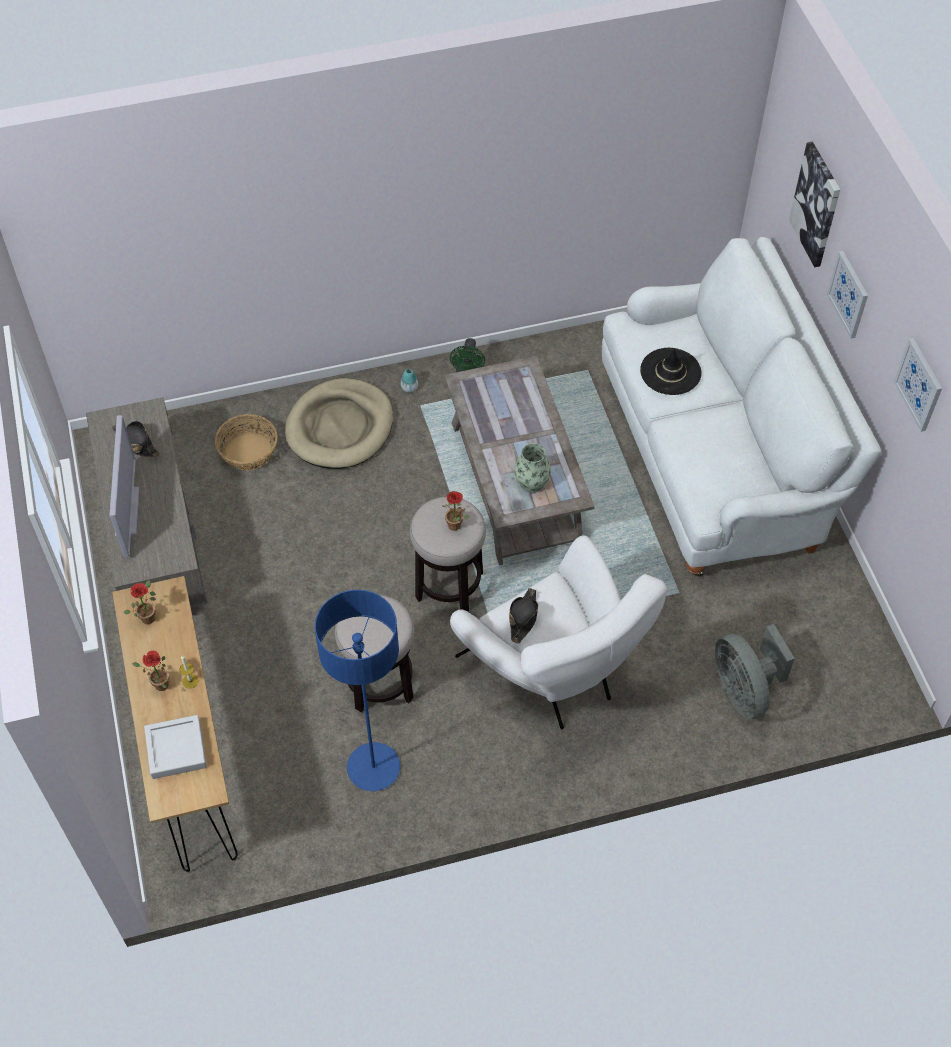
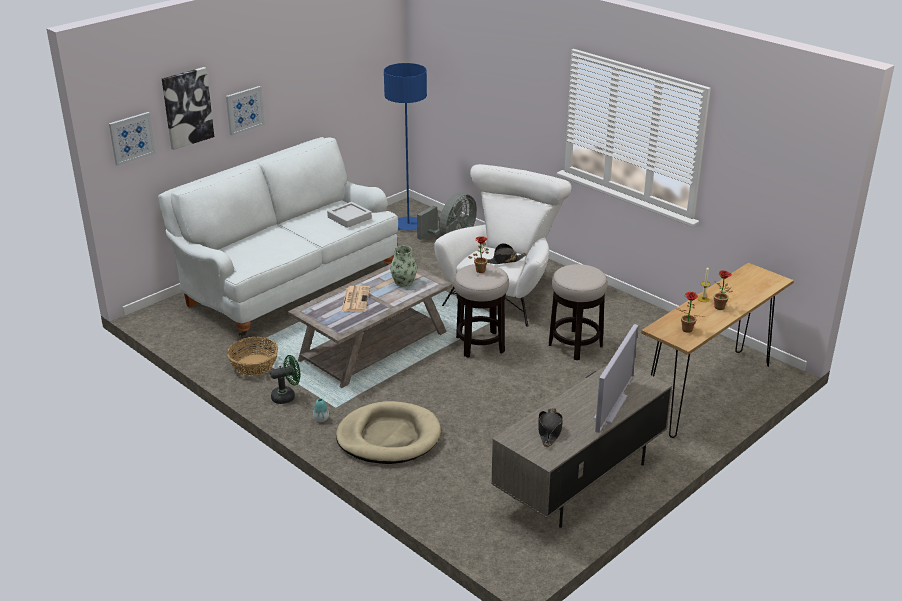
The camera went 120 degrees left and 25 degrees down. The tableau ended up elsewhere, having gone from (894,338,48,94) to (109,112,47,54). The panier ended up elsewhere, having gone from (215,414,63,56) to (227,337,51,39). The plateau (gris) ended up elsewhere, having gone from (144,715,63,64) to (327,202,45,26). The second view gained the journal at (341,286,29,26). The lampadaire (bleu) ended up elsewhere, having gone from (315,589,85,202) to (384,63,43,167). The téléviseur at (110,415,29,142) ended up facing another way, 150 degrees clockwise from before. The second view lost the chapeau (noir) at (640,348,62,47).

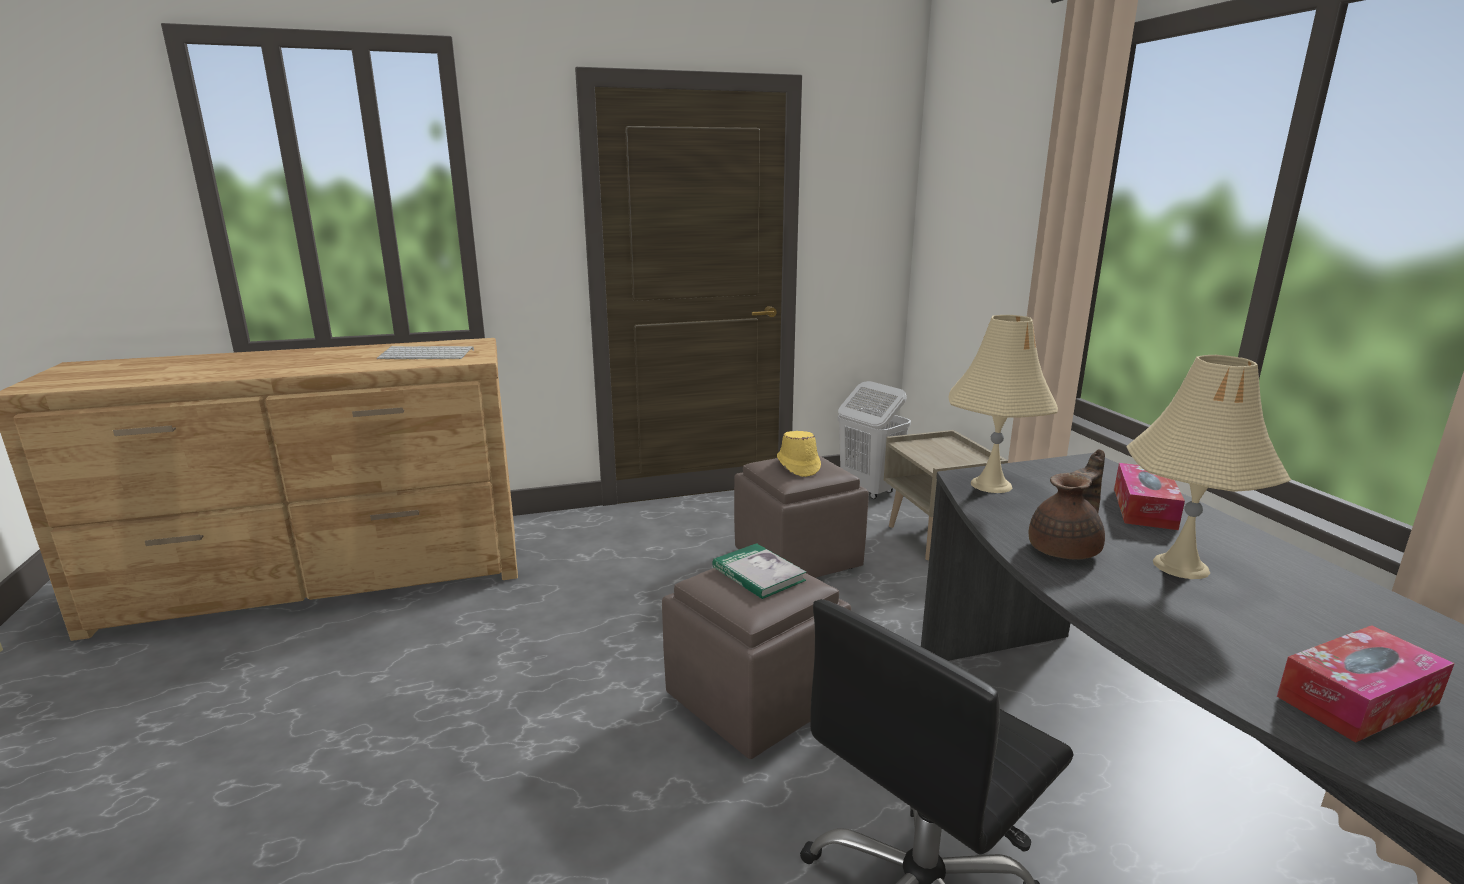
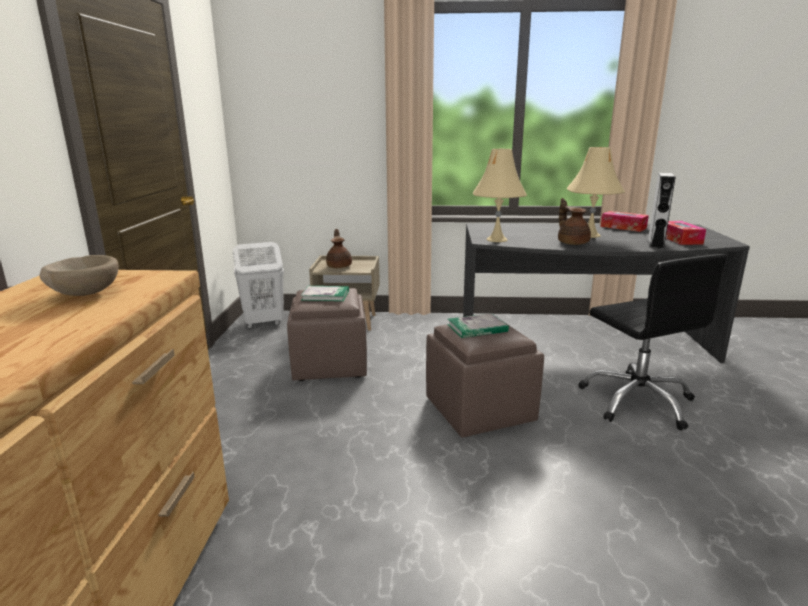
The camera went 70 degrees left and 0 degrees up. Where the clavier stood at (377,346,97,13), the bol (beige) came to stand at (39,255,80,41). Where the chapeau (jaune) stood at (777,431,44,46), the livre came to stand at (301,286,48,15). The second view gained the théière (marron) at (326,229,26,39). The boîte à mouchoirs ended up elsewhere, having gone from (1114,463,71,67) to (601,211,48,21). The second view gained the enceinte (gris) at (647,173,29,76).

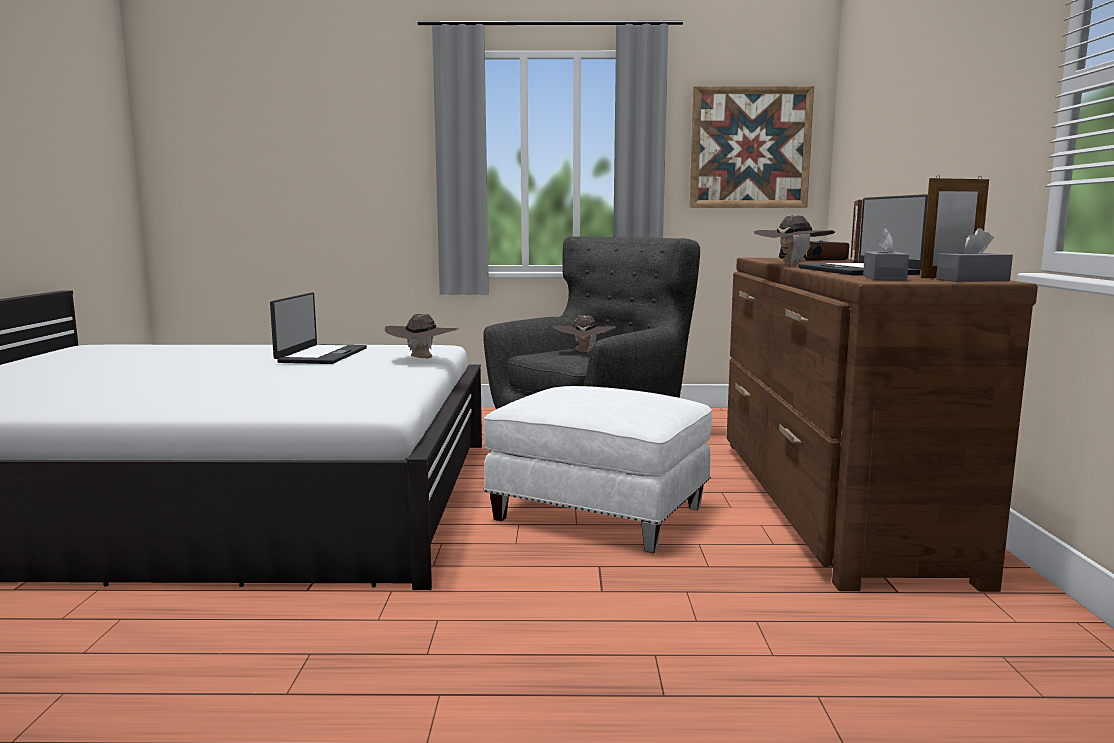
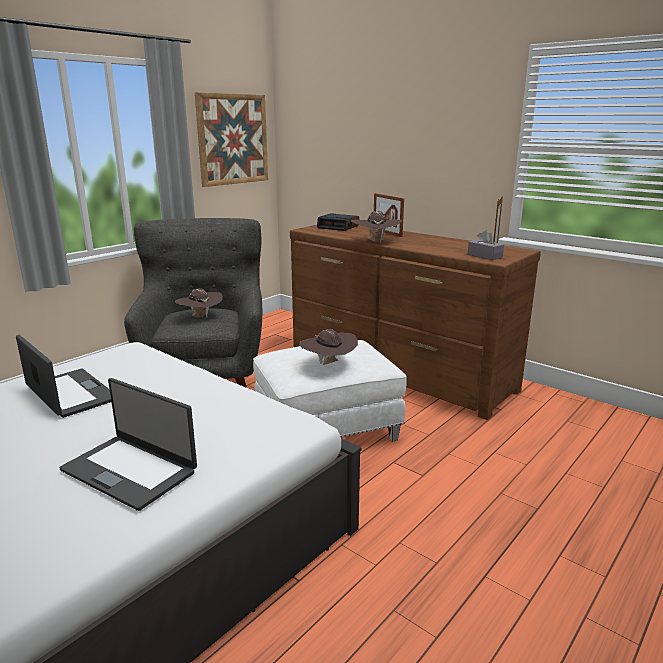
The camera went 50 degrees left and 10 degrees up. The ordinateur portable ended up elsewhere, having gone from (798,194,130,81) to (59,378,138,133). The chapeau (marron) ended up elsewhere, having gone from (385,314,75,44) to (299,329,59,36). The second view lost the boîte à mouchoirs (gris) at (936,228,77,54).

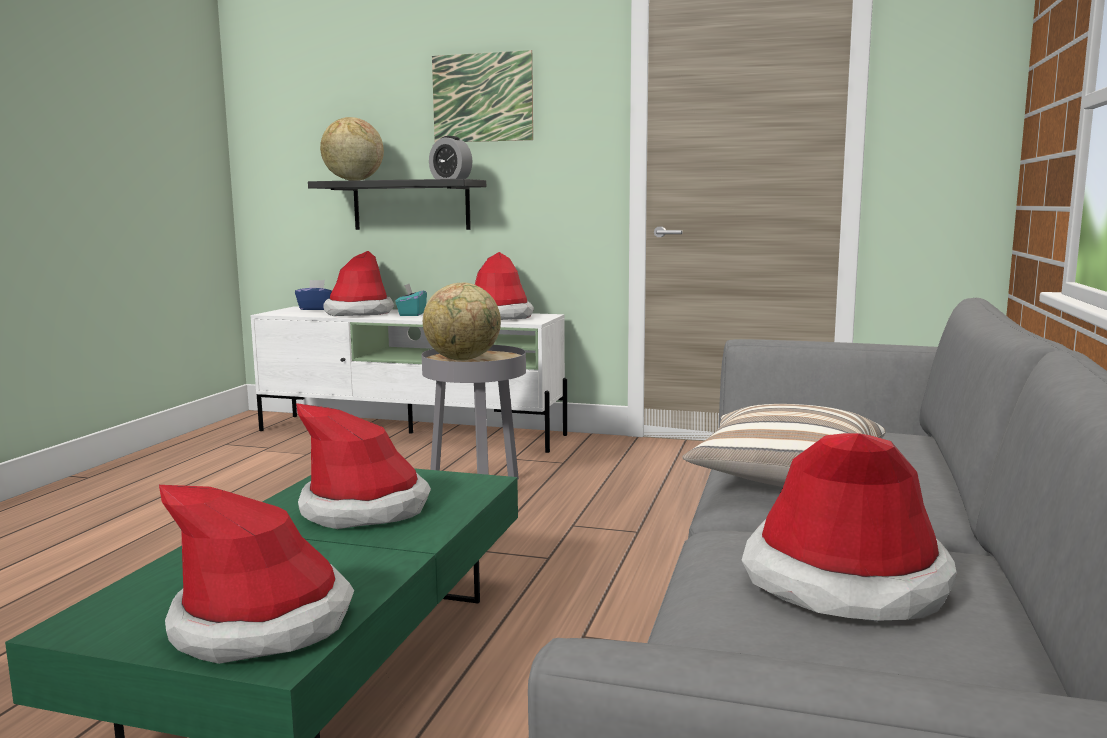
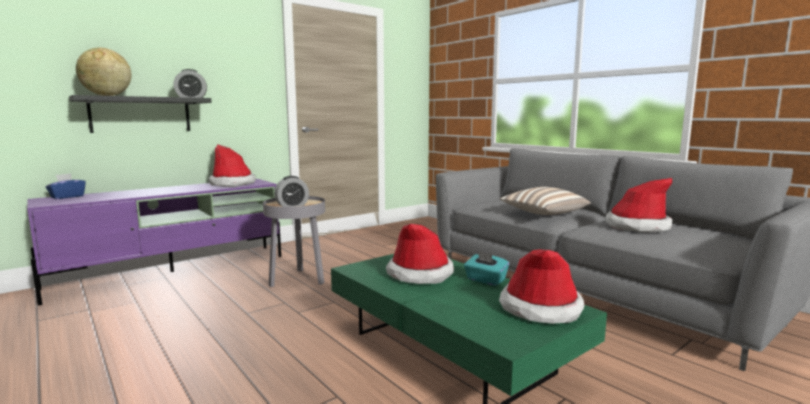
The camera went 55 degrees left and 0 degrees up. What was the meuble télé (blanc) at (251,306,316,147) turned into the meuble télé (violet) at (27,179,254,126). Where the globe stood at (423,283,78,78), the réveil came to stand at (274,176,35,31). The boîte à mouchoirs (turquoise) ended up elsewhere, having gone from (395,284,32,32) to (464,250,45,36). The second view lost the chapeau at (323,251,71,65). The second view lost the tableau at (432,50,101,92).

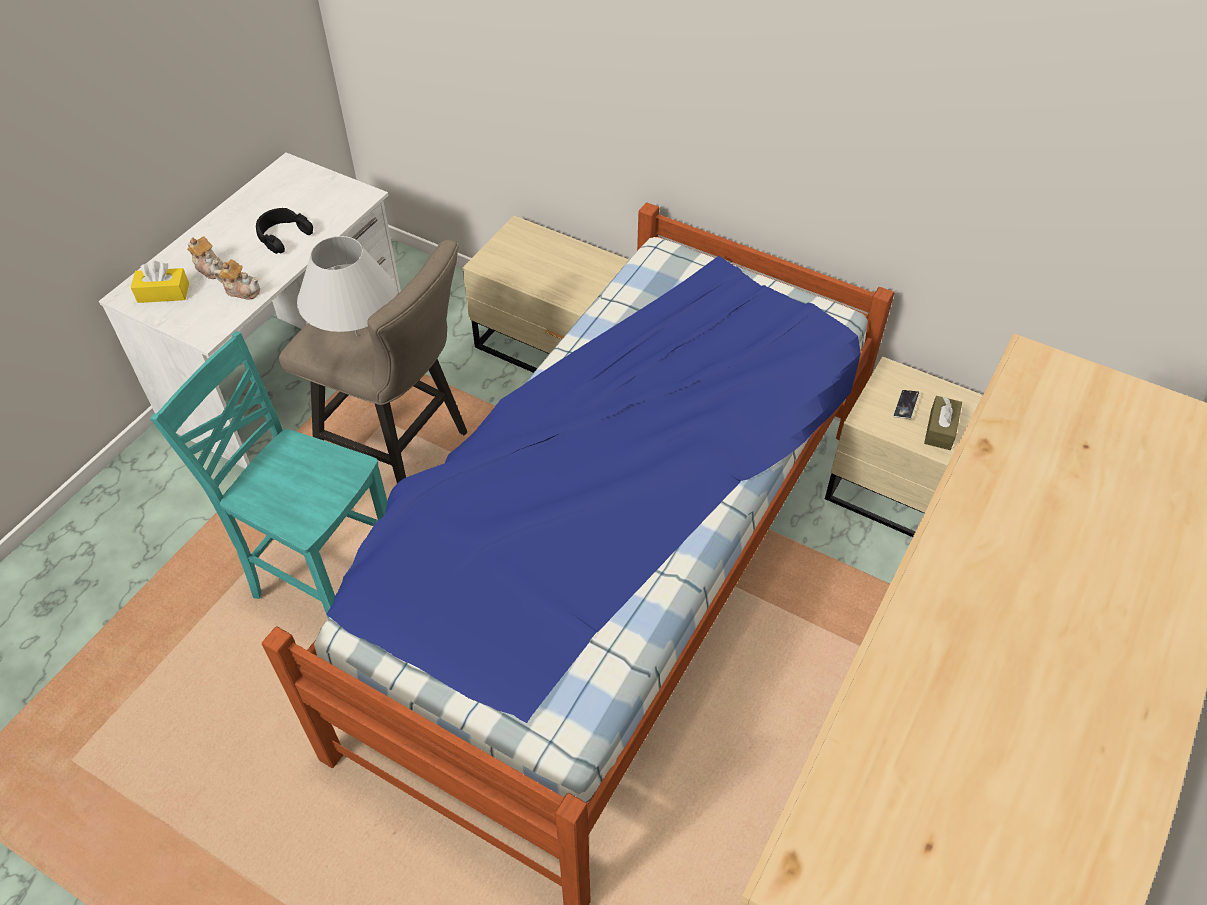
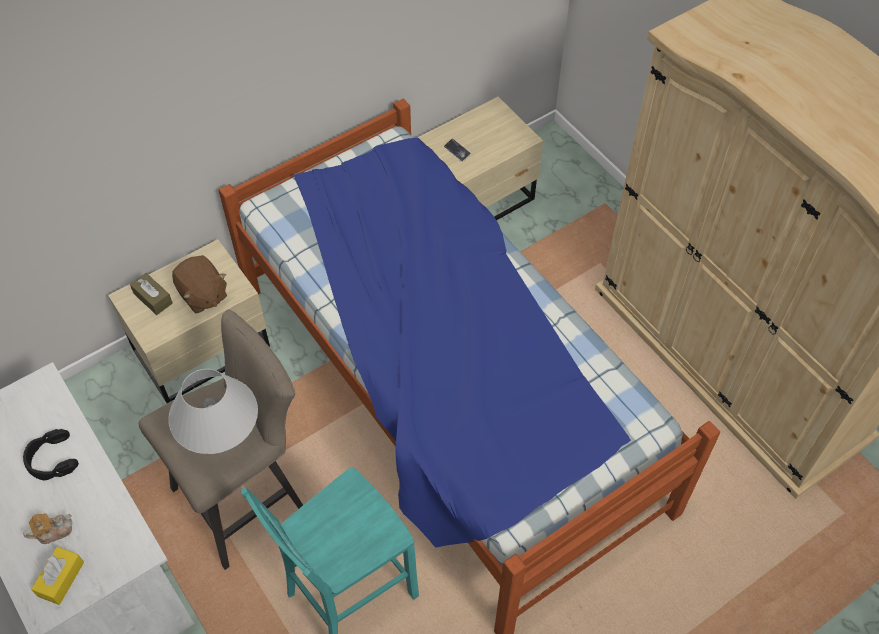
The camera went 65 degrees left and 5 degrees up. The boîte à mouchoirs (marron) ended up elsewhere, having gone from (924,396,38,54) to (130,273,43,42). The second view gained the peluche (marron) at (172,255,55,59). The second view lost the théière at (214,259,46,41).

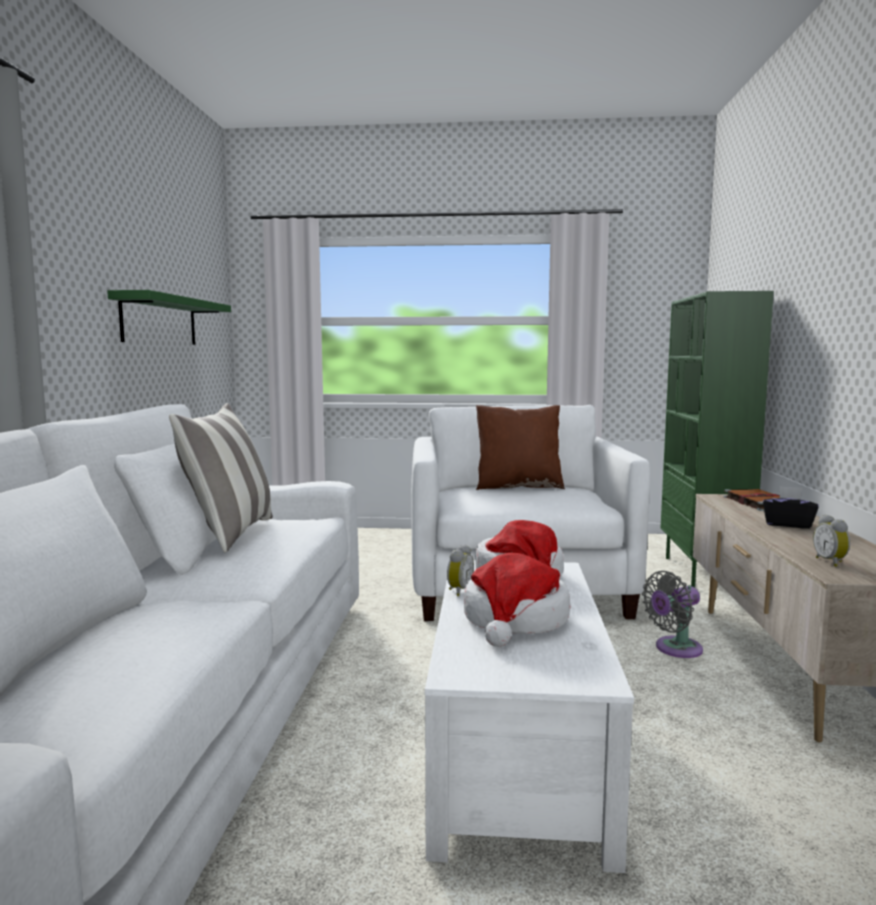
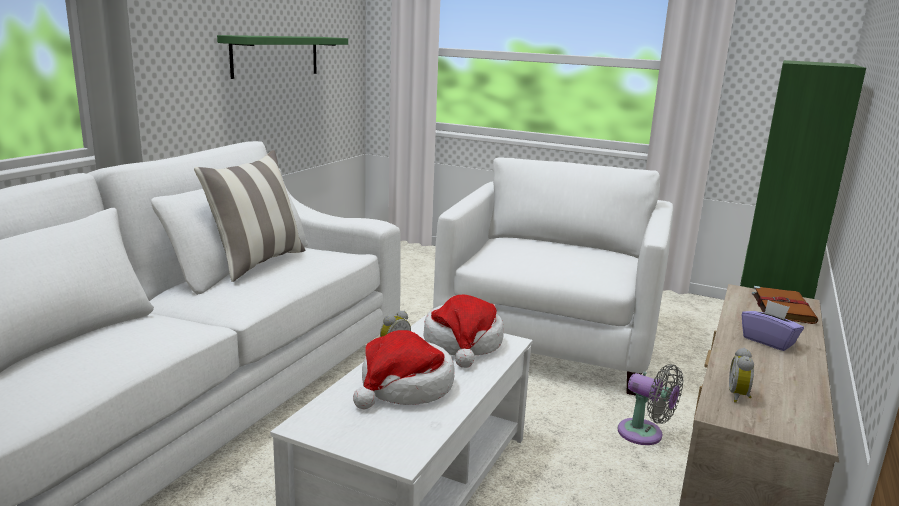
The camera went 20 degrees right and 10 degrees up. The ventilateur (gris) at (642,571,61,87) ended up facing another way, 135 degrees counterclockwise from before. What was the boîte à mouchoirs (noir) at (763,486,56,43) turned into the boîte à mouchoirs (violet) at (742,300,62,51). The second view lost the coussin (marron) at (476,405,89,85).

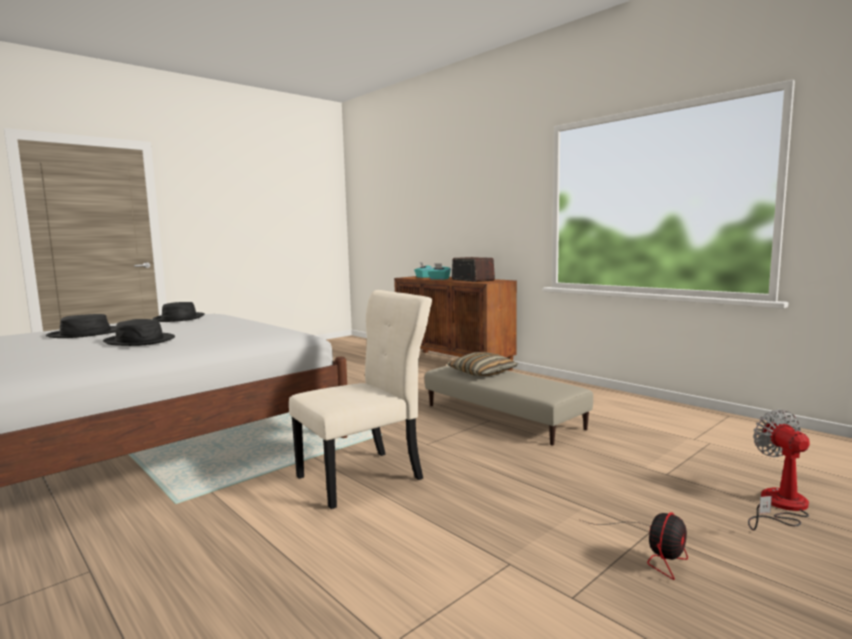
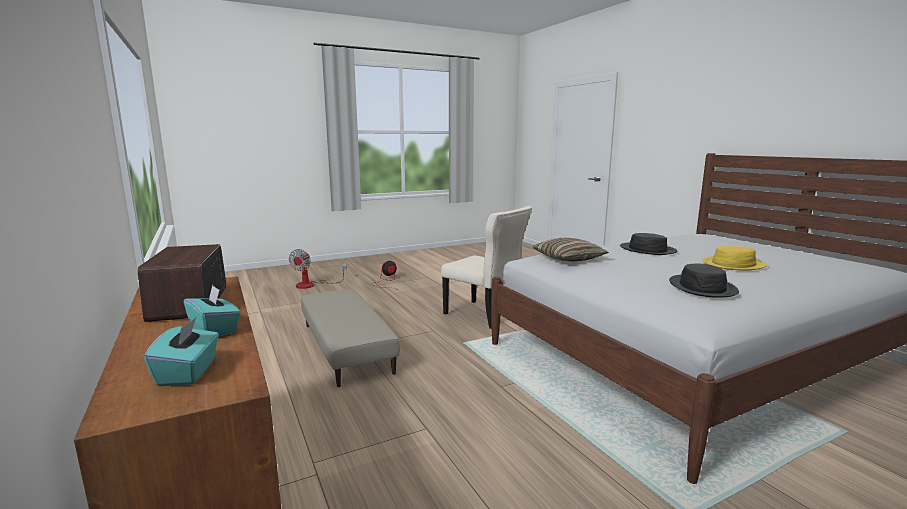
The camera went 165 degrees left and 5 degrees up. The chaise (beige) at (289,290,143,219) ended up facing another way, 120 degrees counterclockwise from before. The coussin ended up elsewhere, having gone from (447,352,71,24) to (533,237,76,25). What was the chapeau (noir) at (46,314,70,24) turned into the chapeau (jaune) at (702,245,65,26).

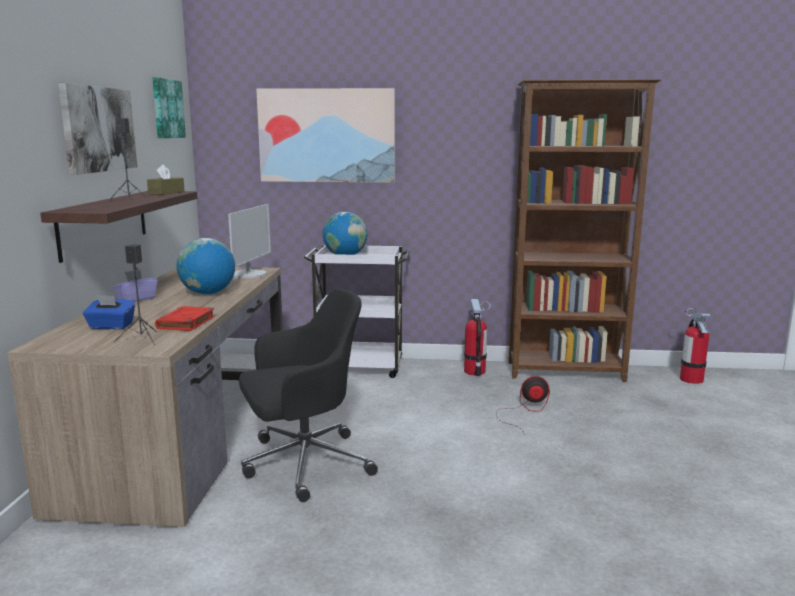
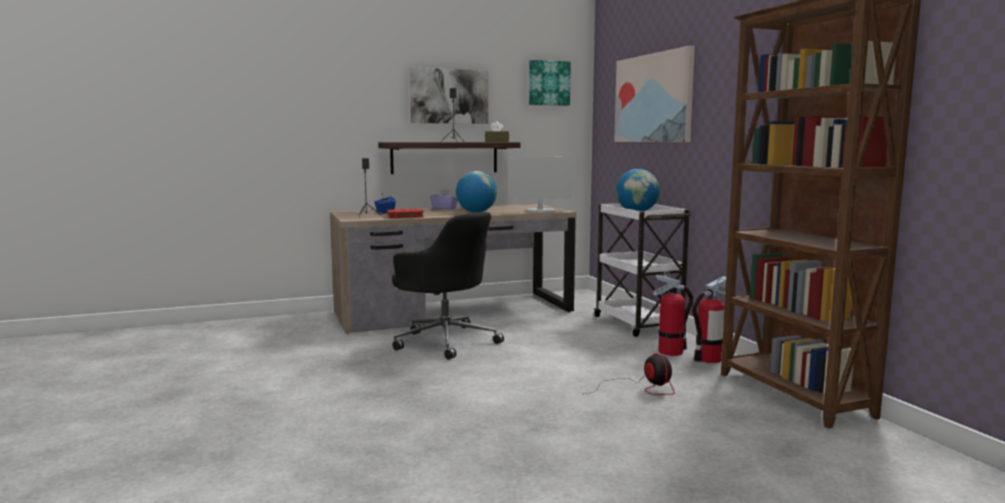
The camera went 65 degrees right and 5 degrees down. The extincteur ended up elsewhere, having gone from (680,308,30,76) to (653,270,41,86).

